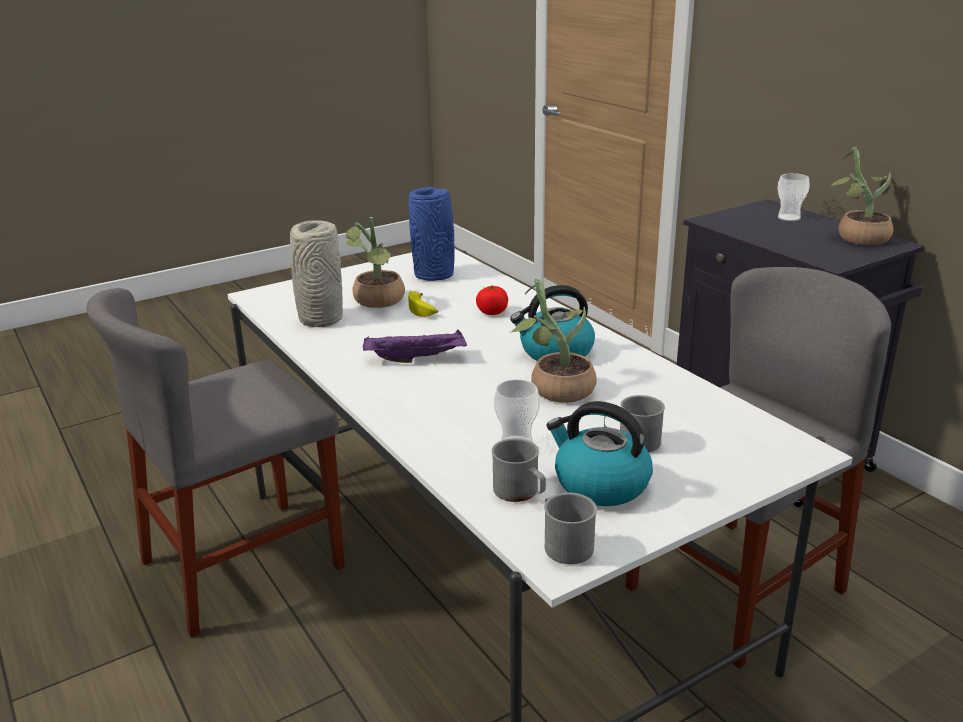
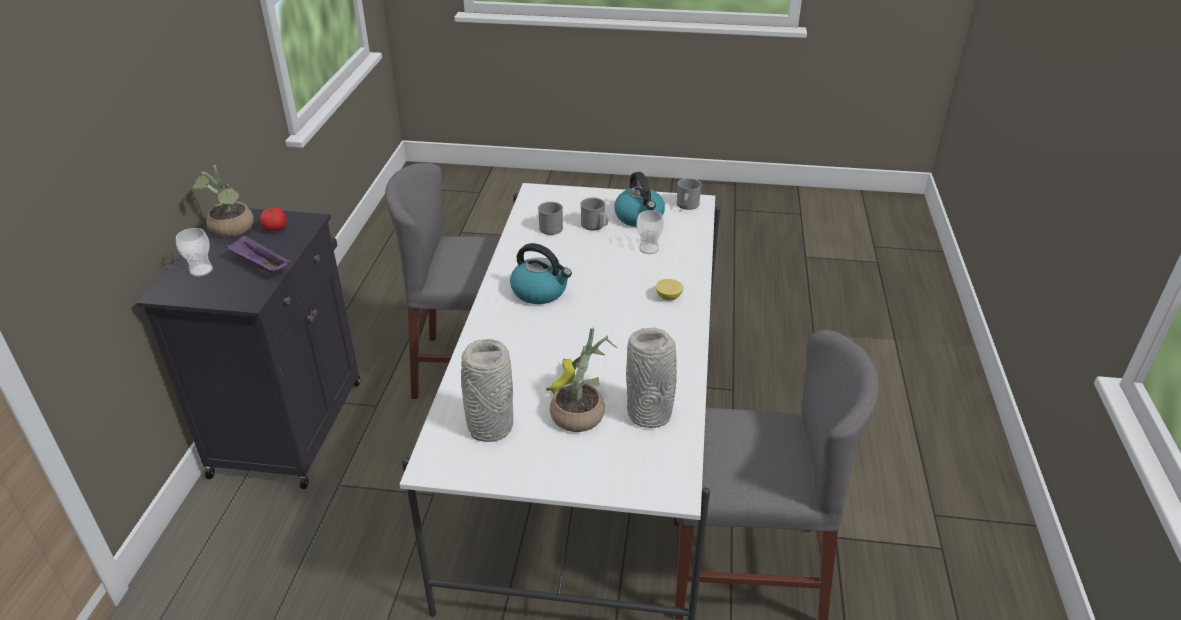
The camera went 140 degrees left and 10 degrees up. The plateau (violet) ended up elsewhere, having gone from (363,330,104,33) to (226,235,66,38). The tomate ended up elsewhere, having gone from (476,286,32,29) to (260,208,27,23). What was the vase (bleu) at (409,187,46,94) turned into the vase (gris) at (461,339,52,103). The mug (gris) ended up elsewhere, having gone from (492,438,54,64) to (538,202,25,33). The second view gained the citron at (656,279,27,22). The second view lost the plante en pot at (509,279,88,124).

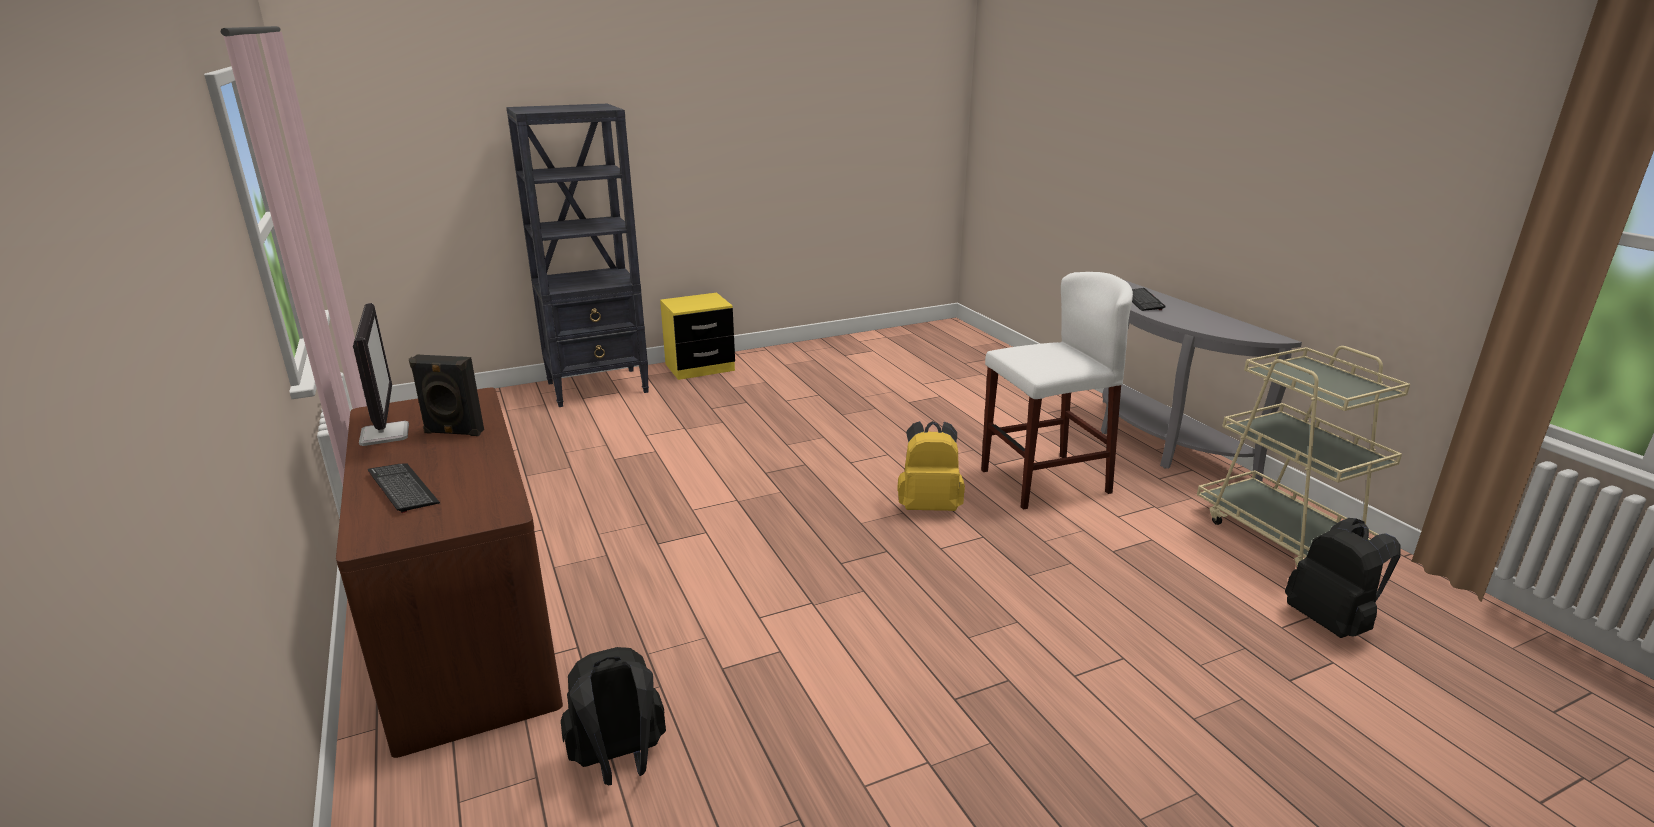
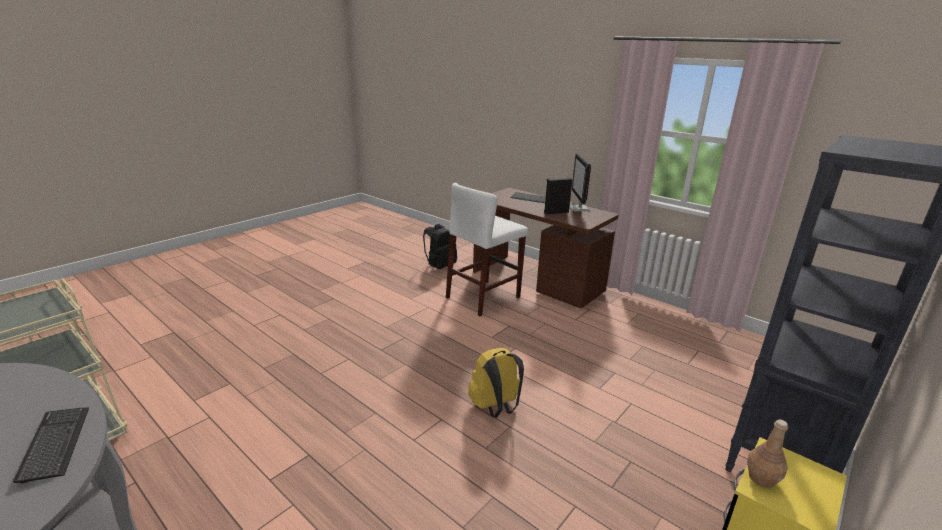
The camera went 155 degrees right and 0 degrees up. The tabouret (blanc) ended up elsewhere, having gone from (981,272,152,238) to (446,183,82,133). The sac à dos (jaune) ended up elsewhere, having gone from (897,421,68,90) to (468,348,56,70). The écran d'ordinateur at (353,303,56,143) ended up facing another way, 45 degrees clockwise from before. The second view gained the bouteille (marron) at (747,419,41,69). The second view lost the sac à dos (noir) at (1285,518,115,120).

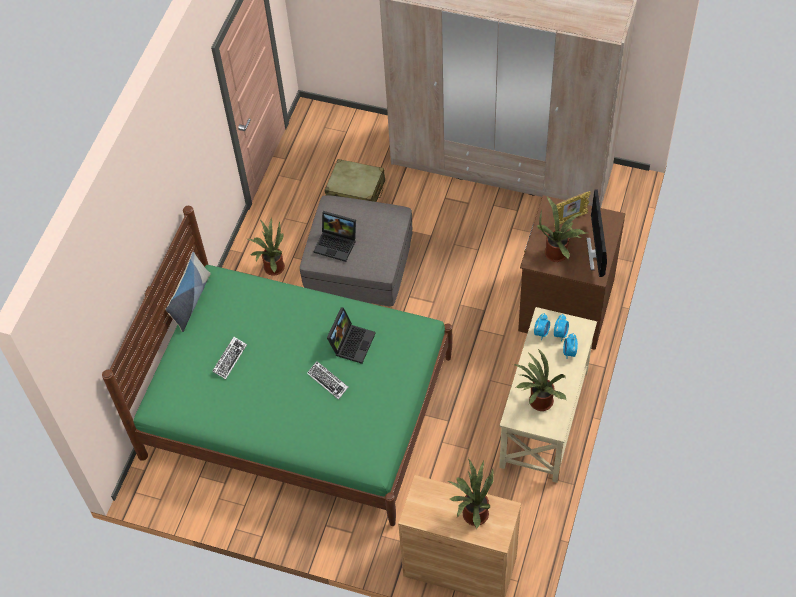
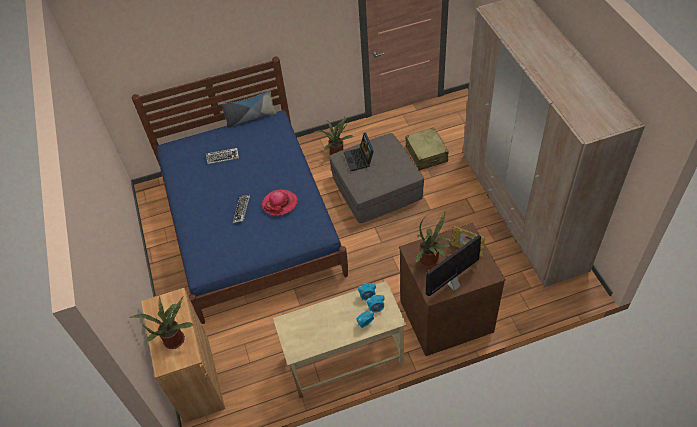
The camera went 55 degrees right and 5 degrees down. What was the lit (vert) at (102,206,350,320) turned into the lit (bleu) at (132,56,216,268). Where the ordinateur portable stood at (327,308,49,56), the chapeau came to stand at (262,189,36,27). The second view lost the plante en pot at (514,349,52,62).

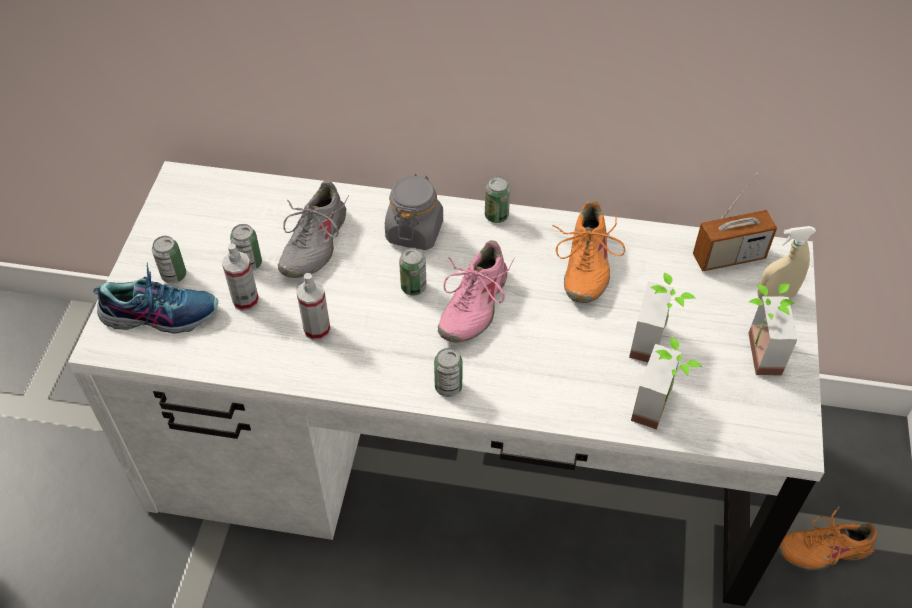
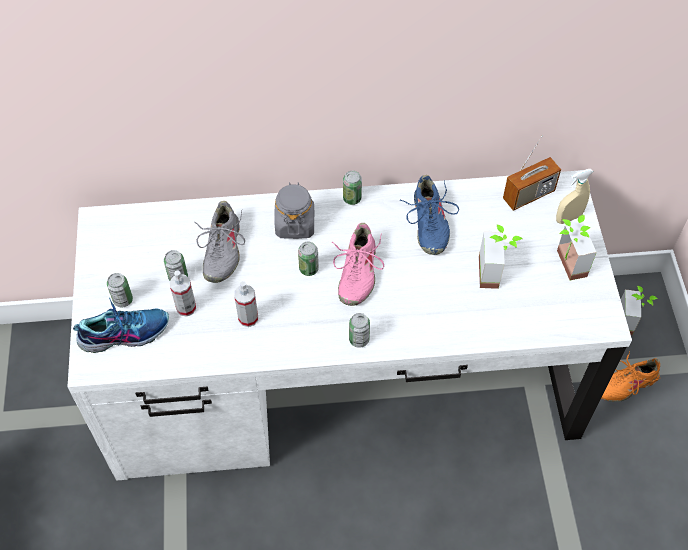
The camera went 15 degrees left and 5 degrees up. What was the chaussure (orange) at (553,200,72,103) turned into the chaussure (bleu) at (399,175,60,80). The plante en pot ended up elsewhere, having gone from (631,337,71,93) to (621,286,37,49).

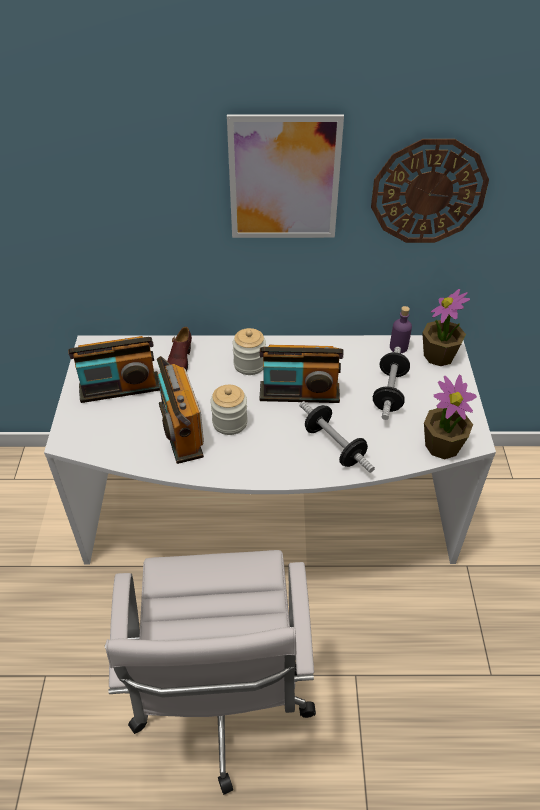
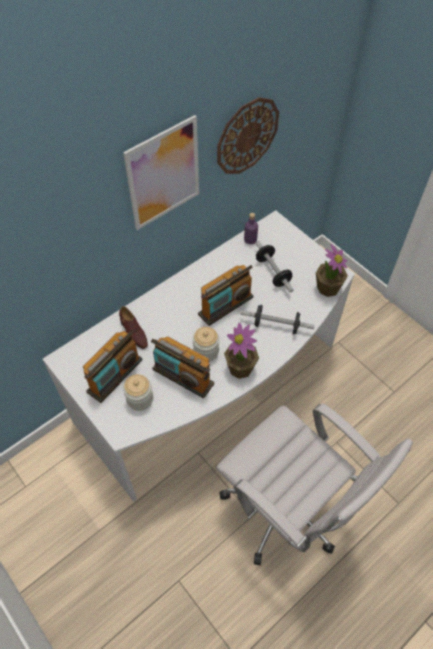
The camera went 40 degrees left and 10 degrees up. The bocal ended up elsewhere, having gone from (233,328,33,47) to (123,374,30,37). The plante en pot ended up elsewhere, having gone from (422,289,48,77) to (224,323,35,56).

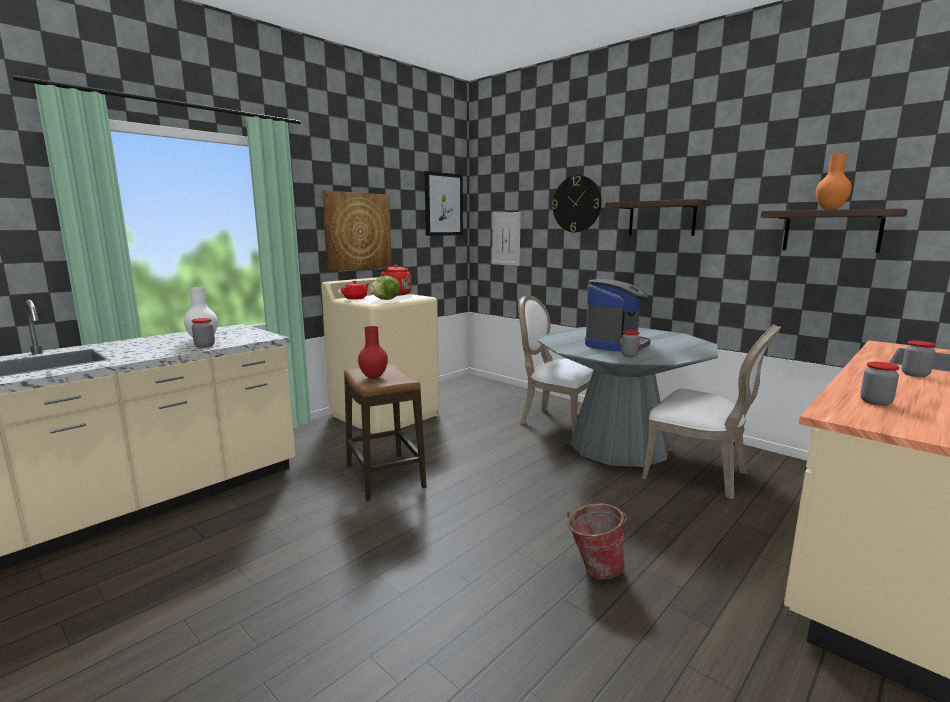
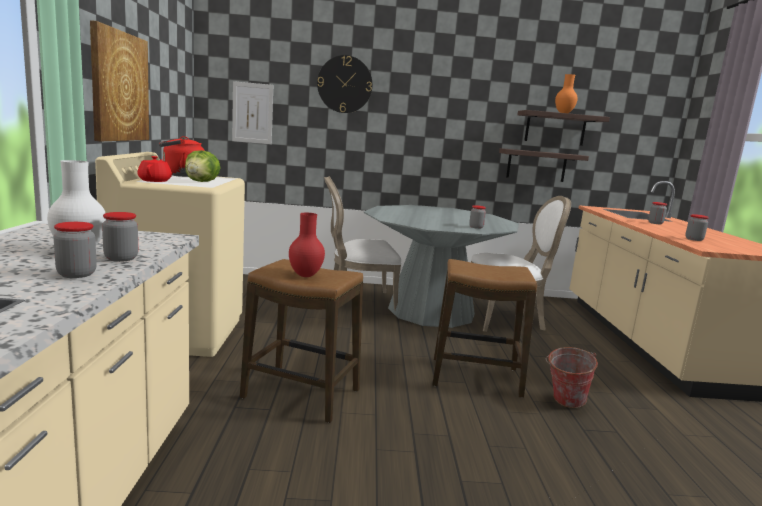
The camera went 45 degrees left and 0 degrees up. The second view gained the bocal at (54,222,43,56). The second view gained the tabouret at (432,259,105,139). The étagère ended up elsewhere, having gone from (605,199,106,37) to (499,148,90,34). The second view lost the tableau at (424,171,39,65). The second view lost the machine à café at (585,279,65,73).

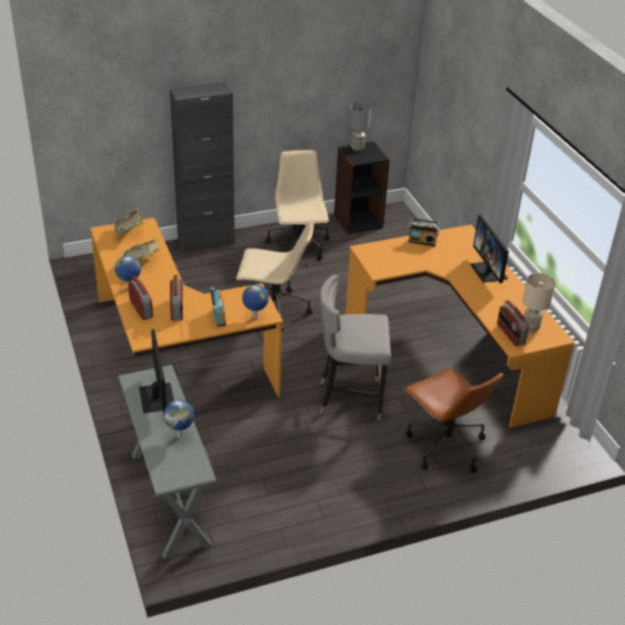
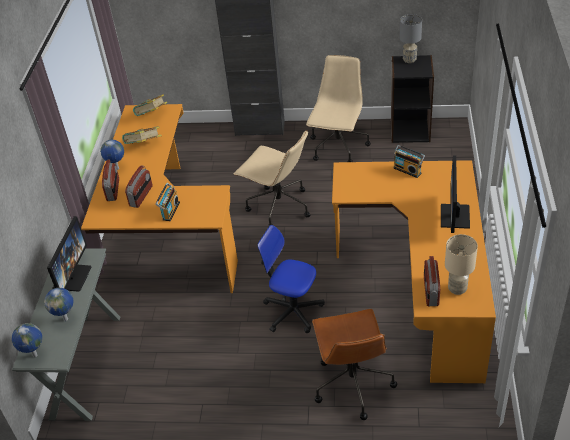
The camera went 30 degrees right and 5 degrees up. The globe ended up elsewhere, having gone from (242,284,27,35) to (12,323,30,34). Where the tabouret (gris) stood at (320,275,71,146), the chaise de bureau came to stand at (257,225,68,108).

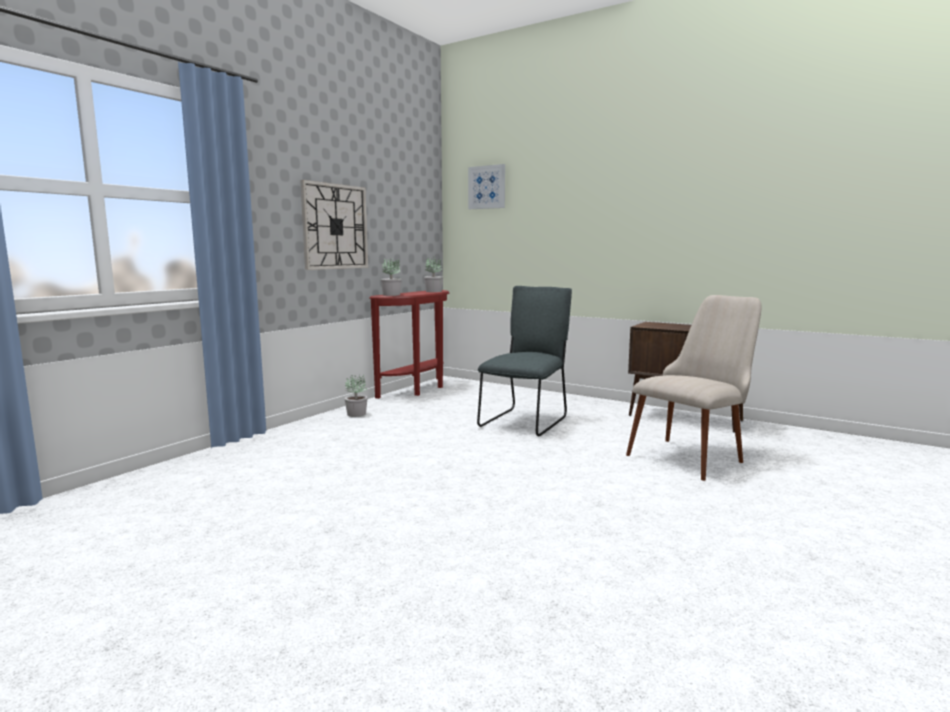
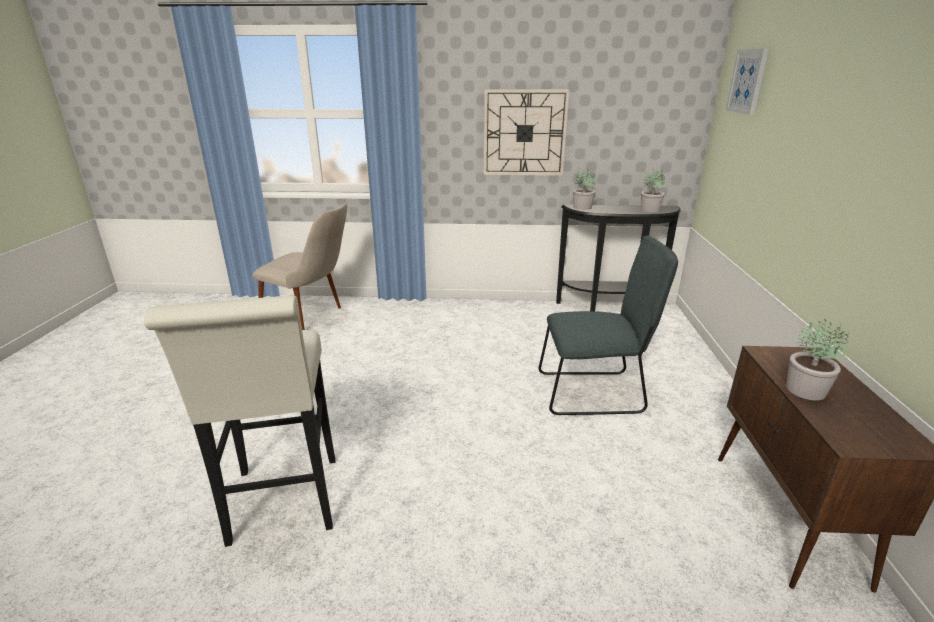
The camera went 60 degrees right and 15 degrees up. The second view gained the tabouret (blanc) at (144,295,191,252). The chaise (beige) ended up elsewhere, having gone from (626,295,135,186) to (252,203,95,127). What was the table console (rouge) at (369,290,80,109) turned into the table console (noir) at (556,204,125,107). The plante en pot ended up elsewhere, having gone from (345,374,23,43) to (786,319,63,81).

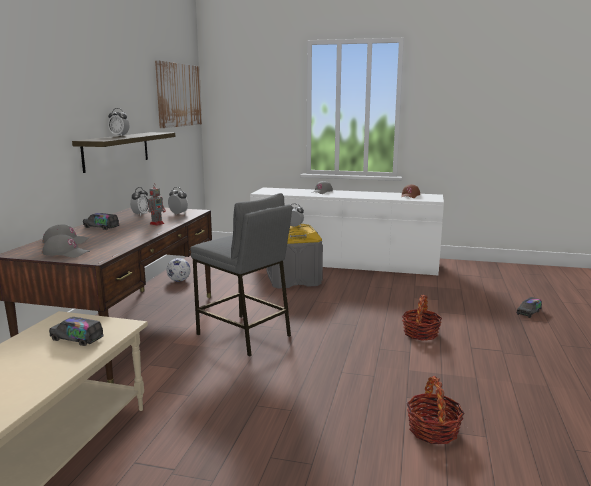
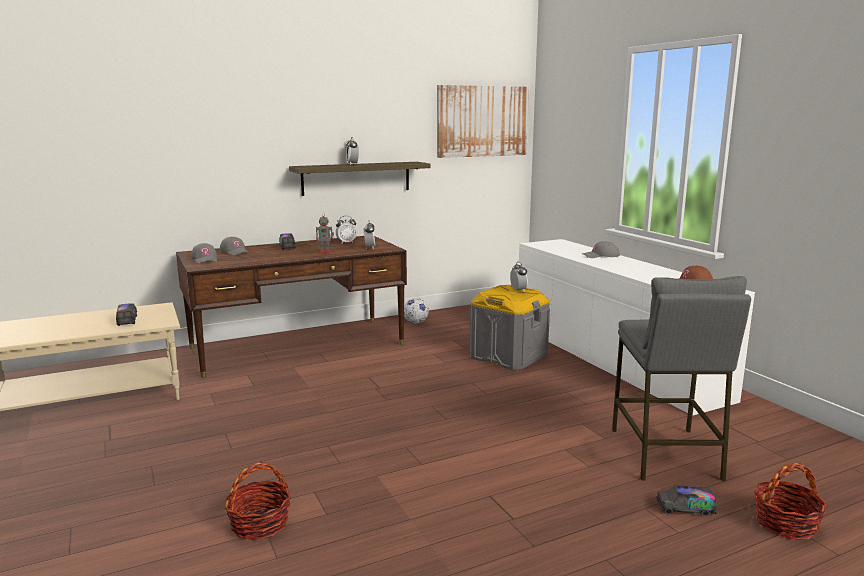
The camera went 50 degrees right and 0 degrees up. The tabouret (gris) ended up elsewhere, having gone from (190,193,102,163) to (612,276,139,205). The panier ended up elsewhere, having gone from (402,295,40,46) to (754,463,73,76).

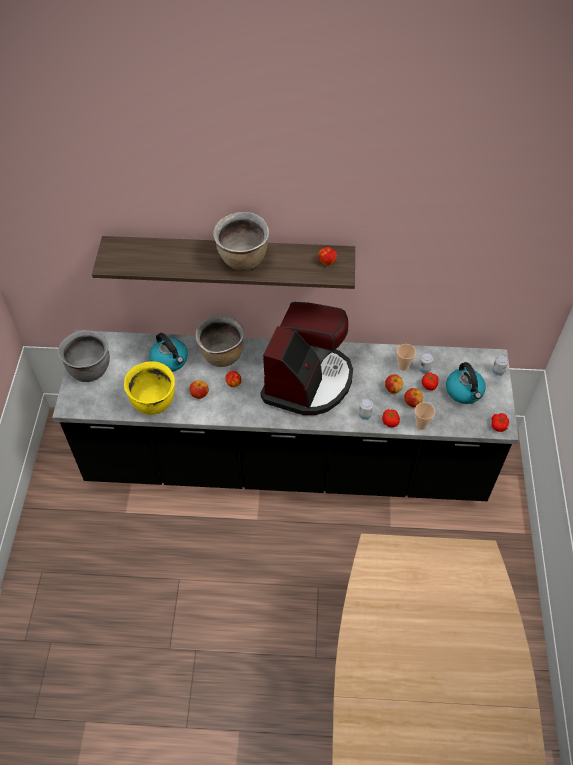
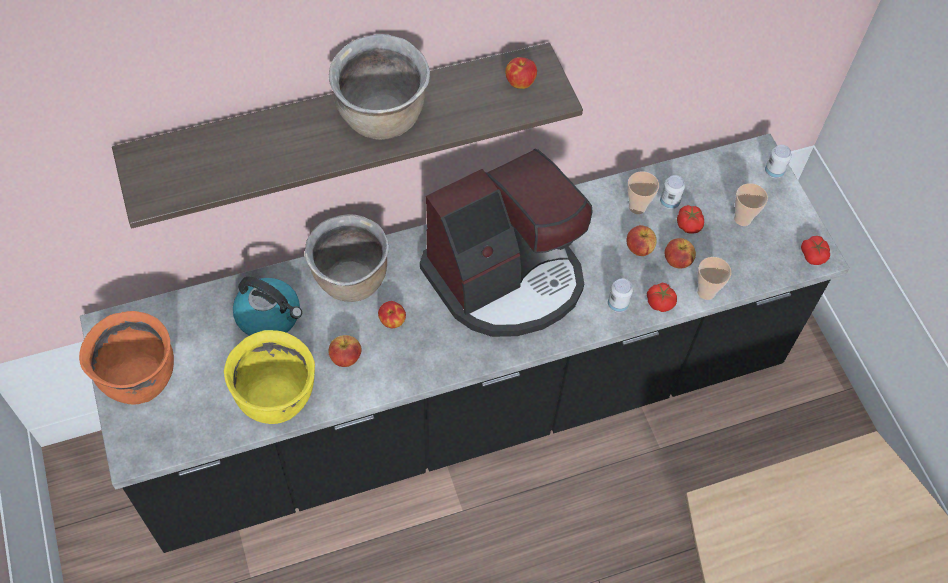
The camera went 25 degrees left and 5 degrees up. What was the marmite (gris) at (58,330,52,52) turned into the marmite (orange) at (79,311,95,93). The machine à café at (261,302,92,113) ended up facing another way, 60 degrees clockwise from before. Where the bouilloire stood at (446,362,40,42), the tasse came to stand at (734,183,34,43).

